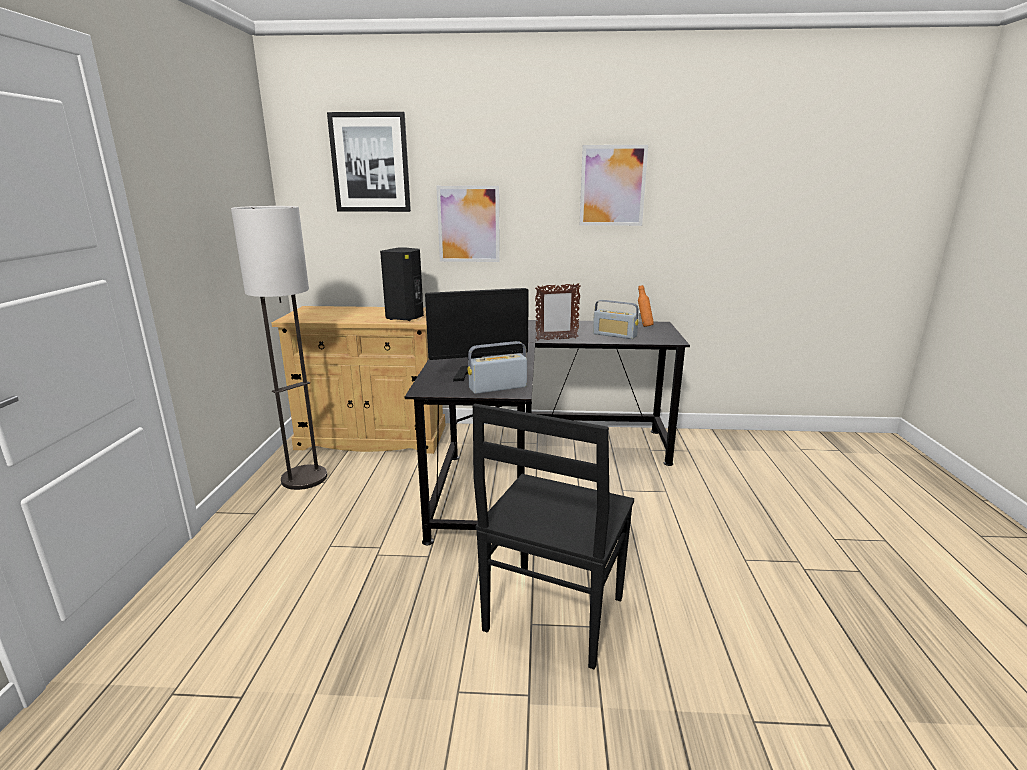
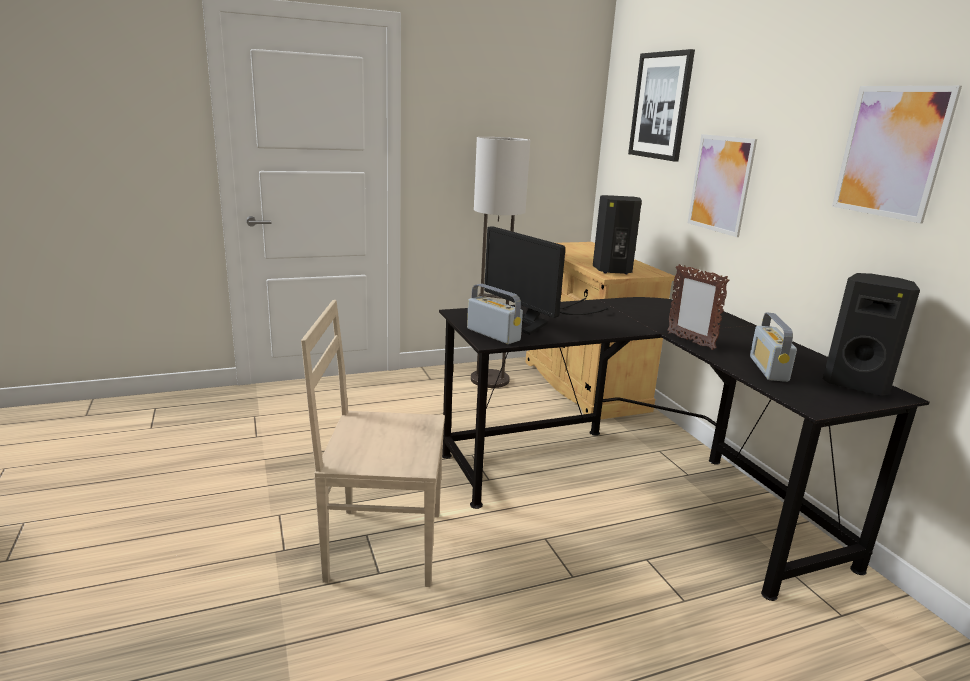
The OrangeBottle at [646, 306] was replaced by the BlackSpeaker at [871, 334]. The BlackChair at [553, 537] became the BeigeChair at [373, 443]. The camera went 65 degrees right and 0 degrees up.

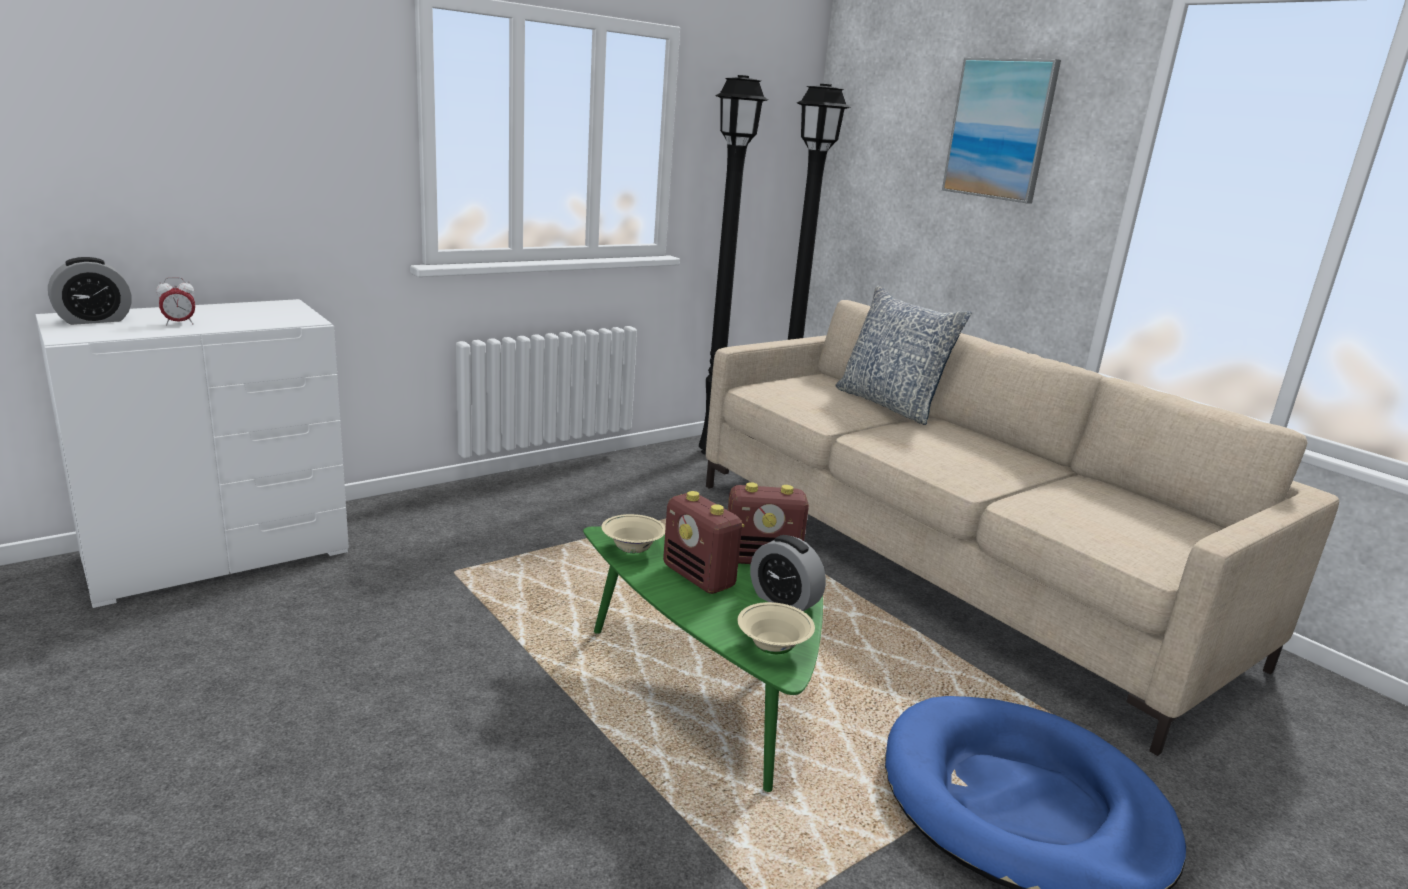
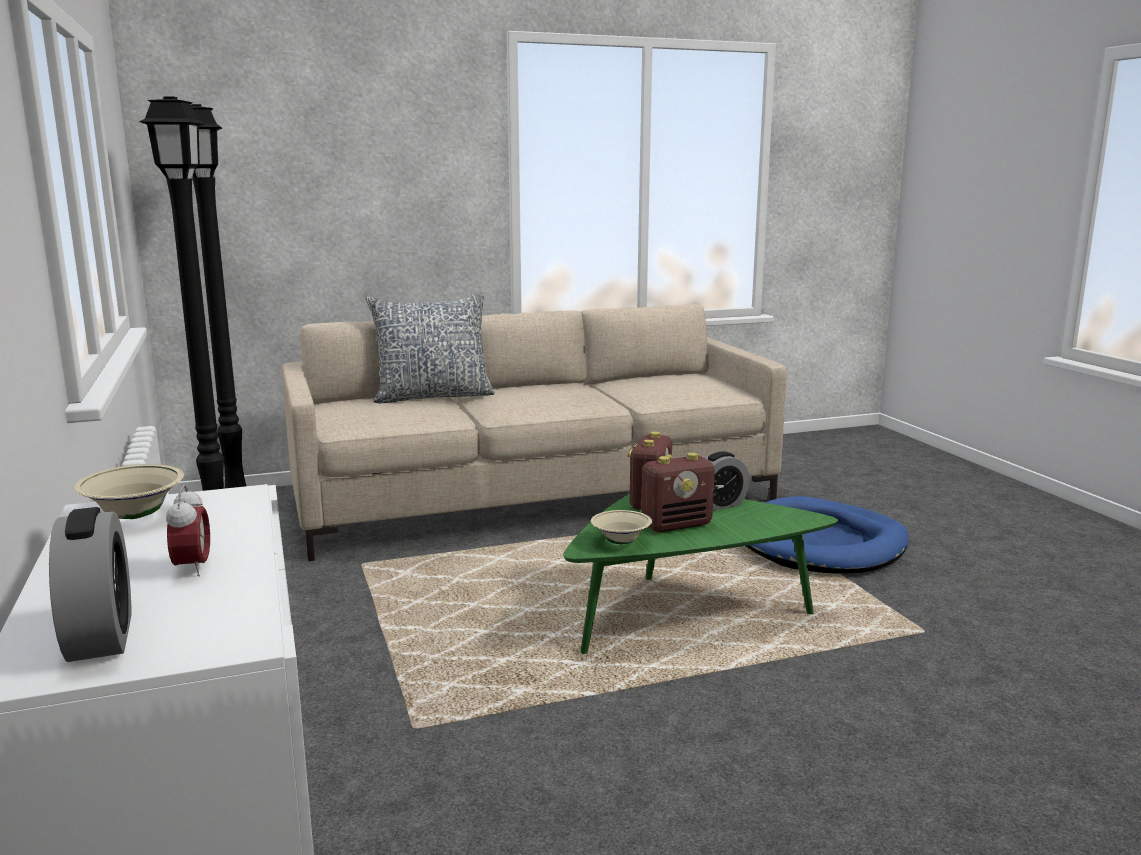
The Picture at [1001, 130] disappeared. The BeigeBowl moved from [776, 628] to [129, 491]. The camera went 70 degrees left and 5 degrees down.

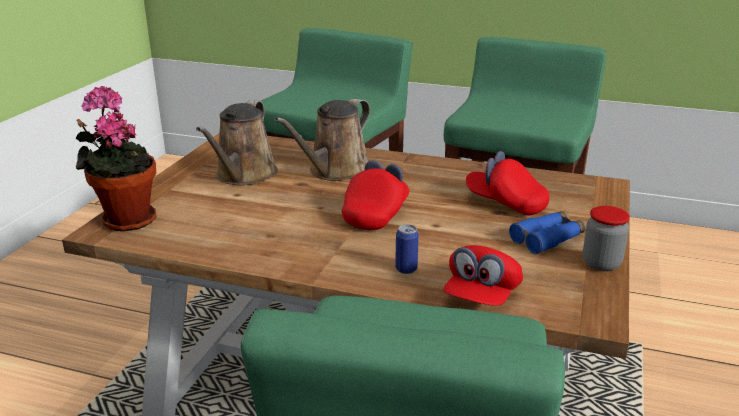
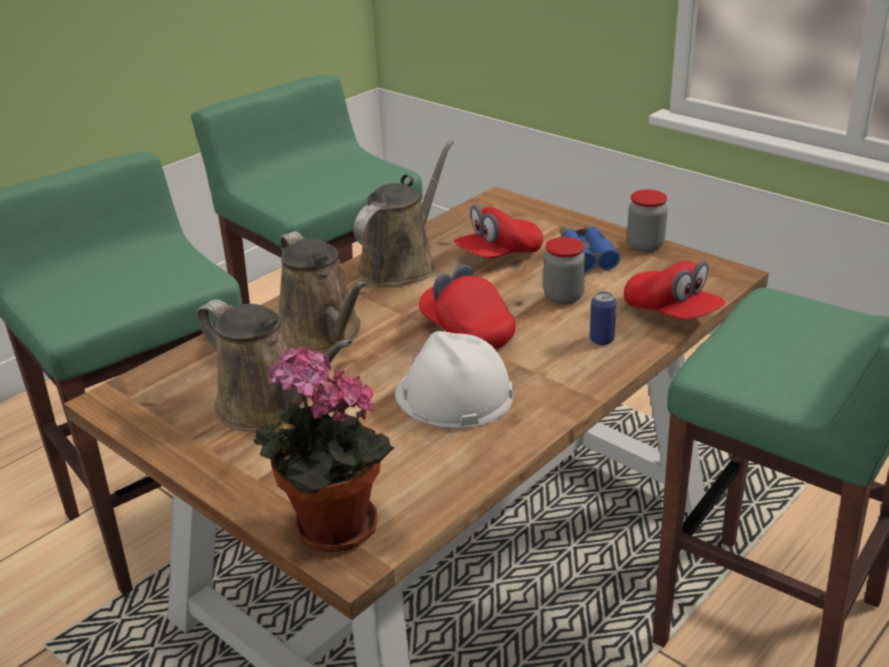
The BrownWateringCan at [404, 213] appeared. The WhiteHardHat at [454, 379] appeared. The Jar at [564, 271] appeared. The camera went 65 degrees left and 5 degrees up.

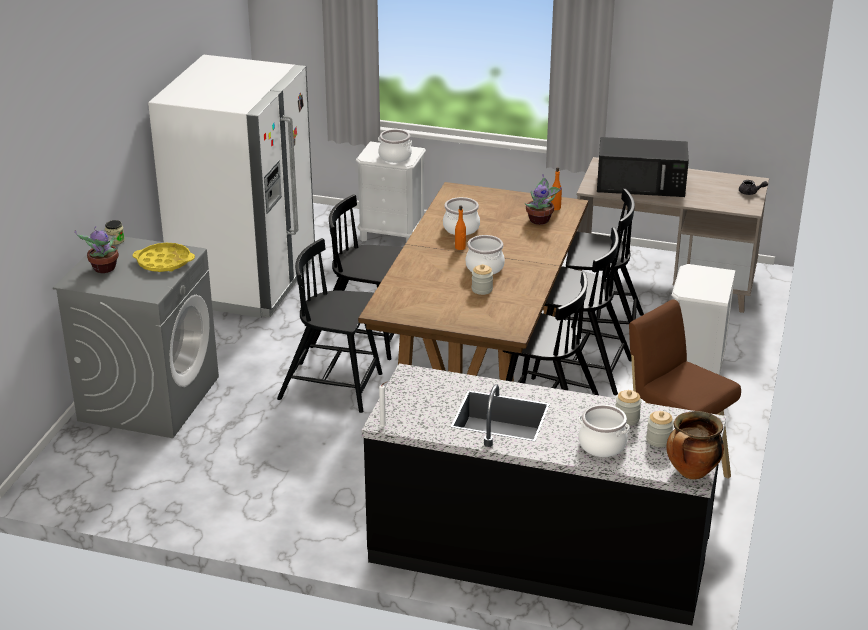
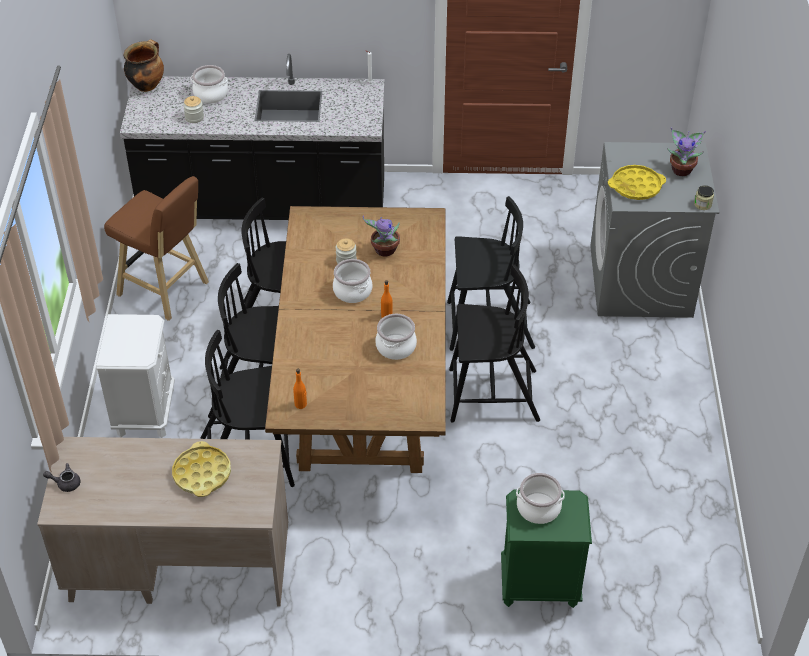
The WhiteFridge at [231, 186] disappeared. The Jar at [660, 429] disappeared. The PottedPlant moved from [543, 199] to [381, 235]. The BlackMicrowave at [643, 167] was replaced by the YellowTray at [201, 469]. The WhiteNightstand at [391, 191] became the GreenNightstand at [546, 549]. The camera went 165 degrees right and 15 degrees up.

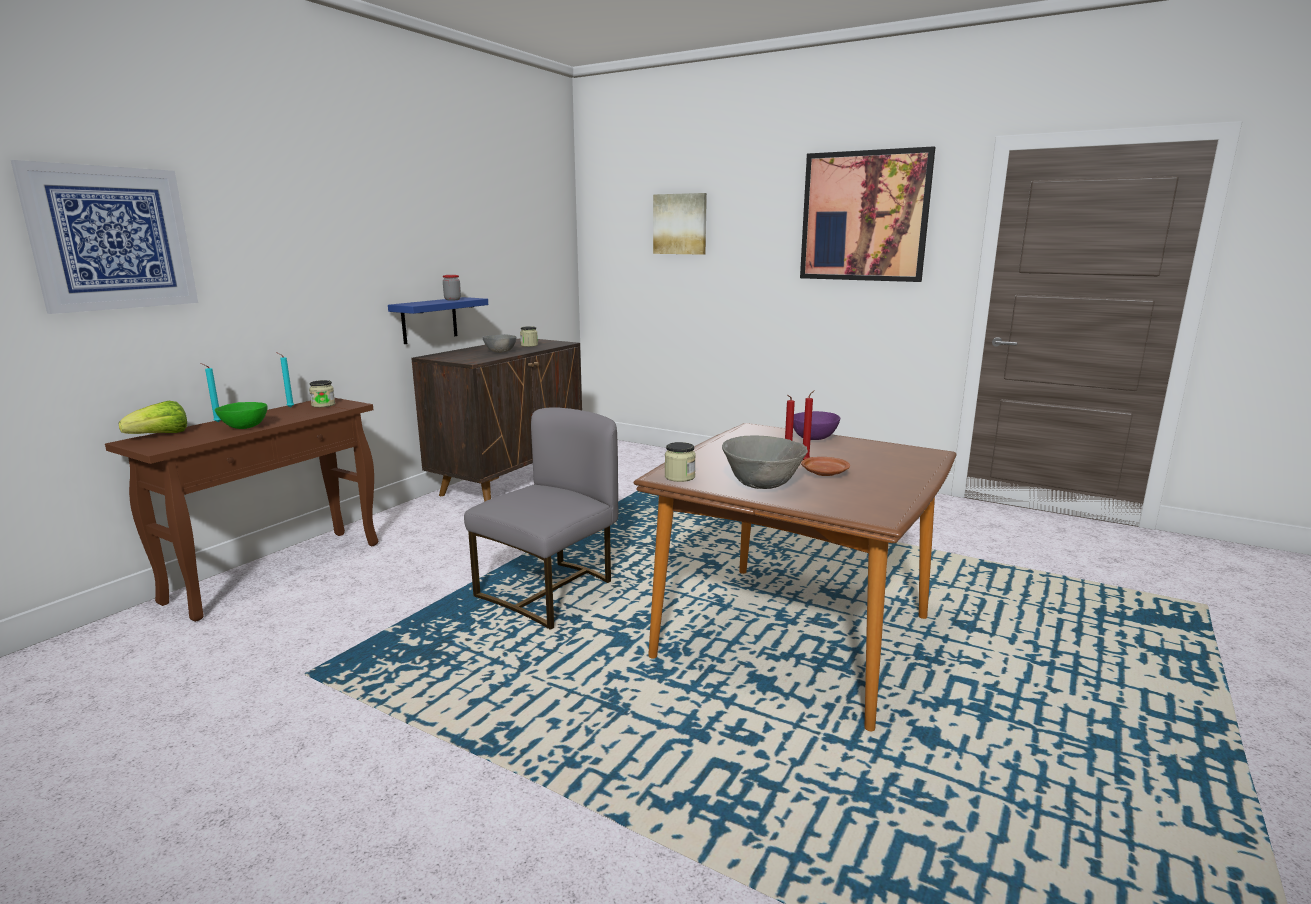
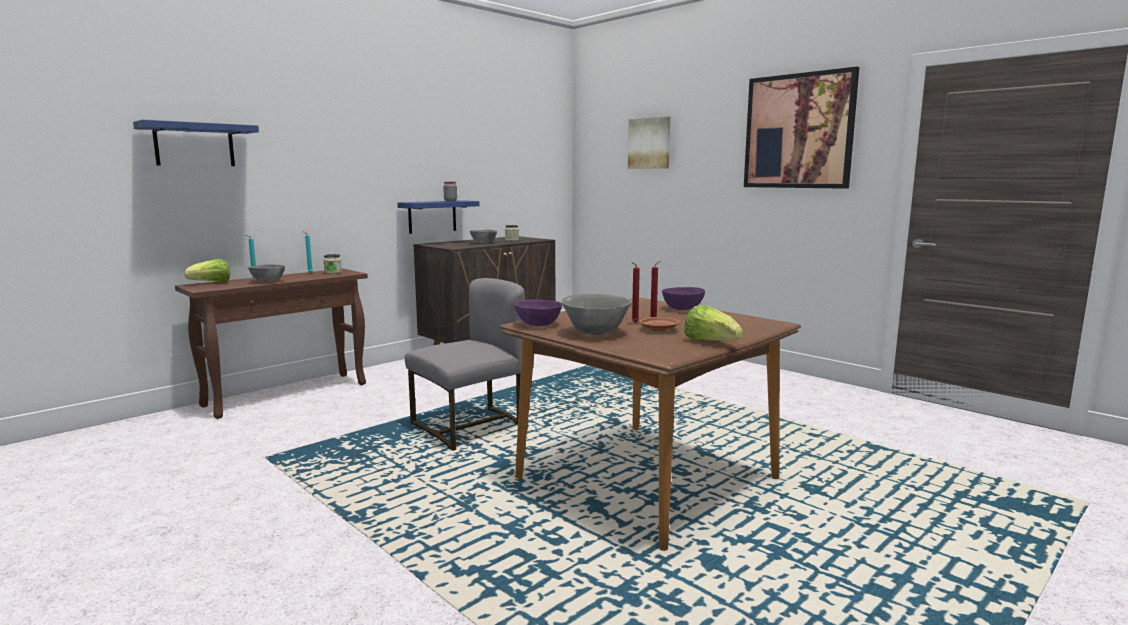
The Lettuce at [713, 323] appeared. The Picture at [104, 237] was replaced by the BlueShelf at [196, 143]. The Jar at [680, 462] was replaced by the PurpleBowl at [538, 313]. The GreenBowl at [241, 415] became the GreyBowl at [266, 273]. The camera went 15 degrees right and 5 degrees down.

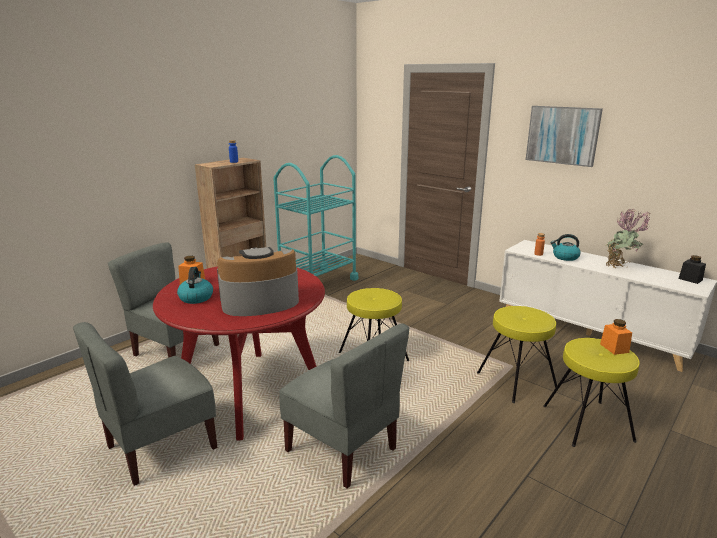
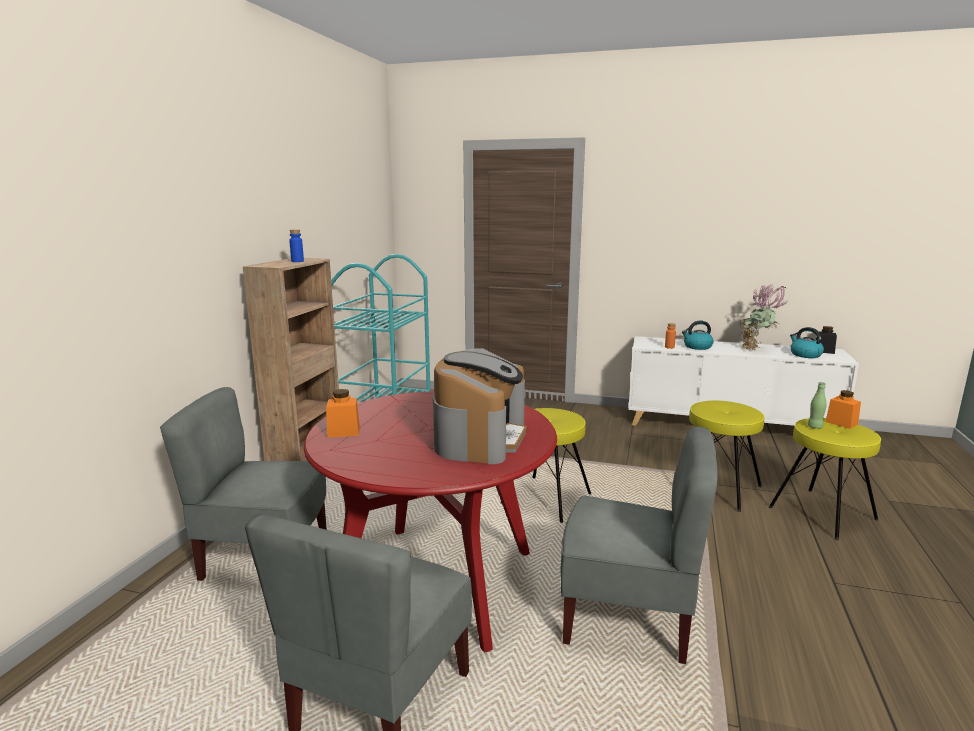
The Picture at [564, 136] disappeared. The GreenBottle at [817, 405] appeared. The Kettle moved from [195, 285] to [807, 342]. The CoffeeMachine at [258, 281] turned 150 degrees clockwise. The camera went 25 degrees left and 5 degrees down.

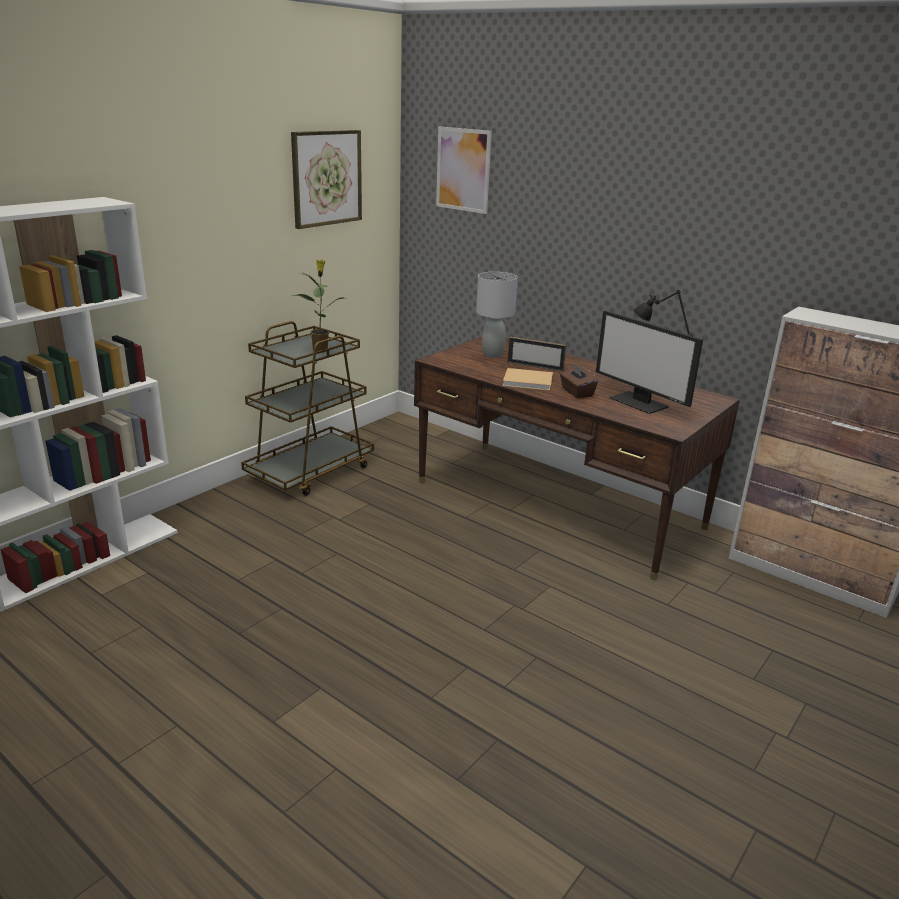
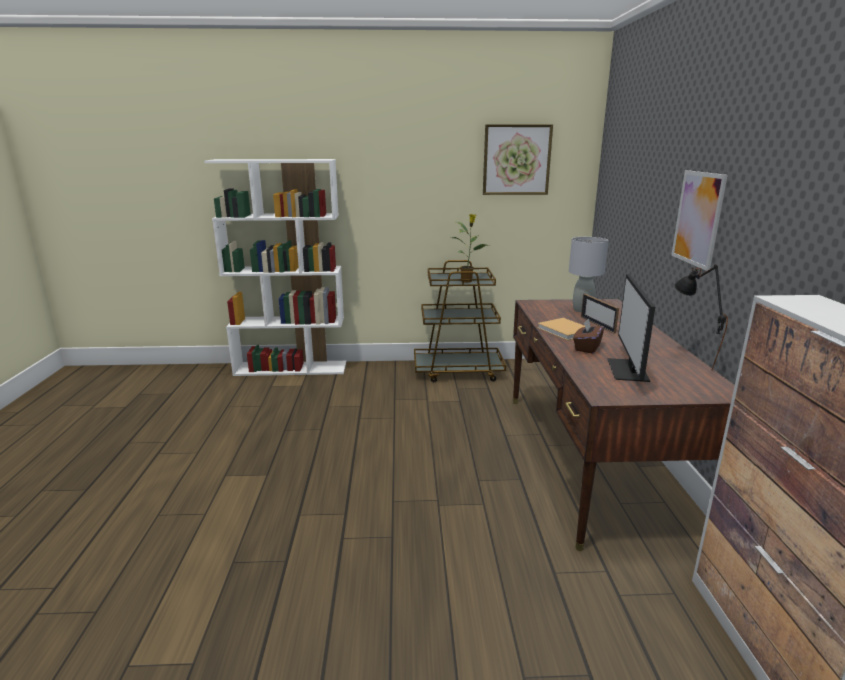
The Picture moved from [464, 170] to [699, 220]. The camera went 50 degrees right and 5 degrees down.

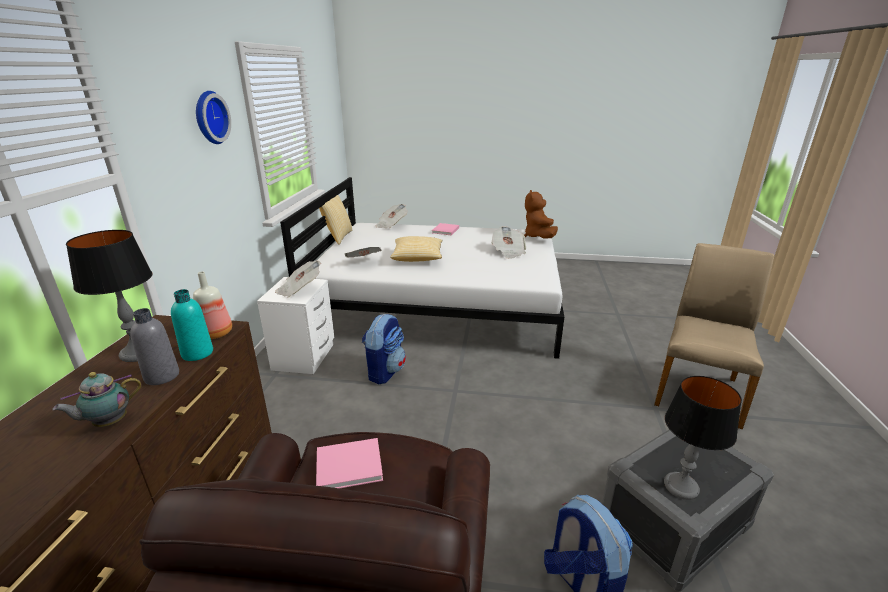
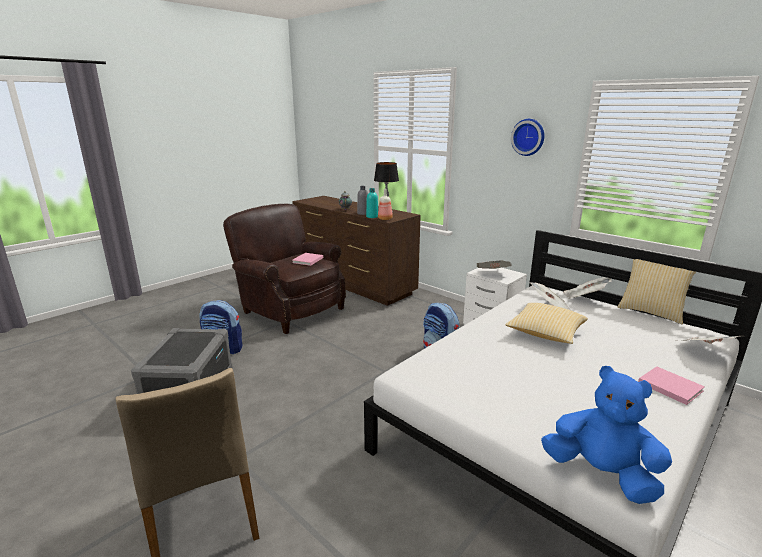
The TableLamp at [703, 438] disappeared. The Newspaper moved from [508, 242] to [587, 288]. The BrownPlushToy at [541, 214] became the BluePlushToy at [606, 435]. The camera went 125 degrees right and 5 degrees down.

